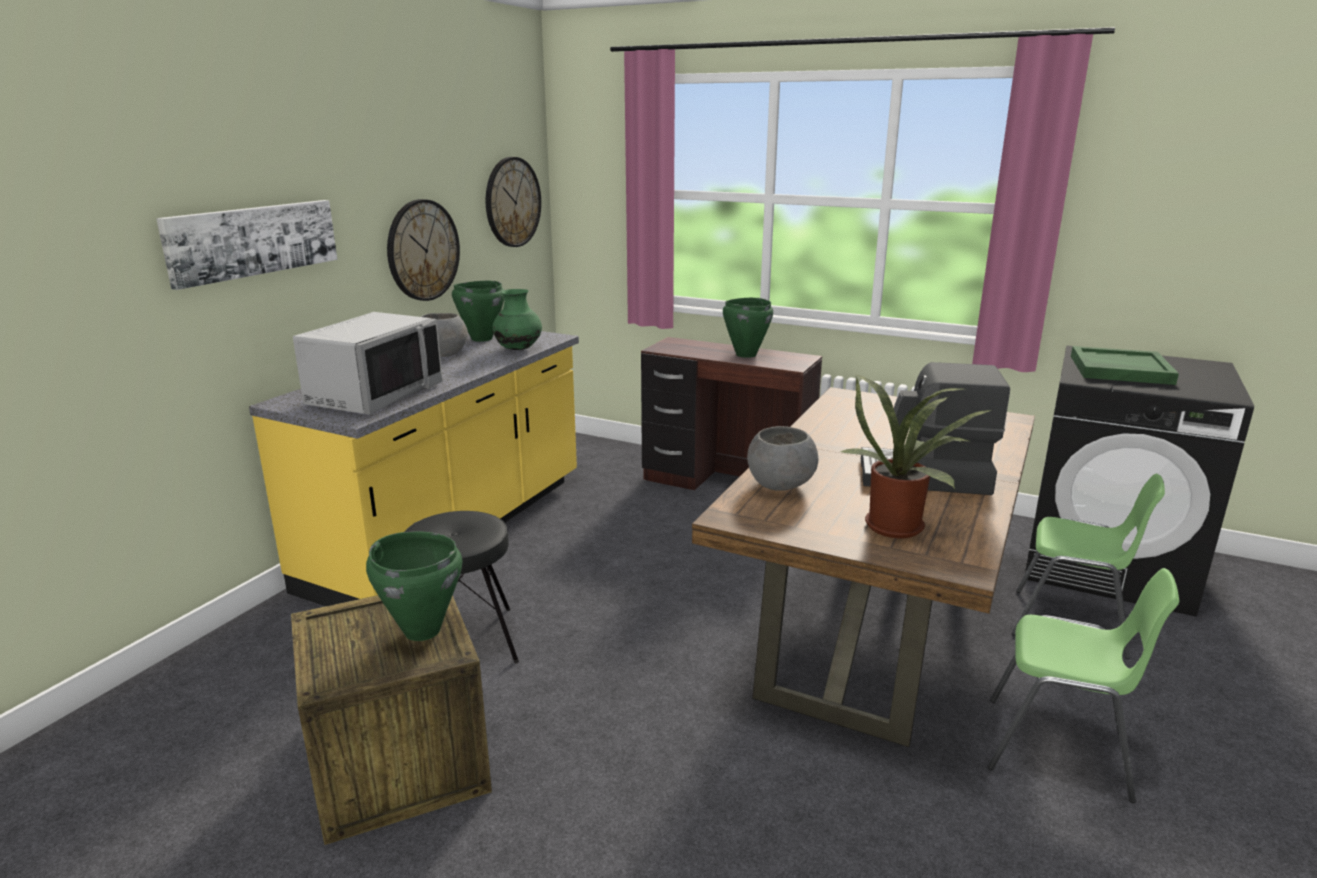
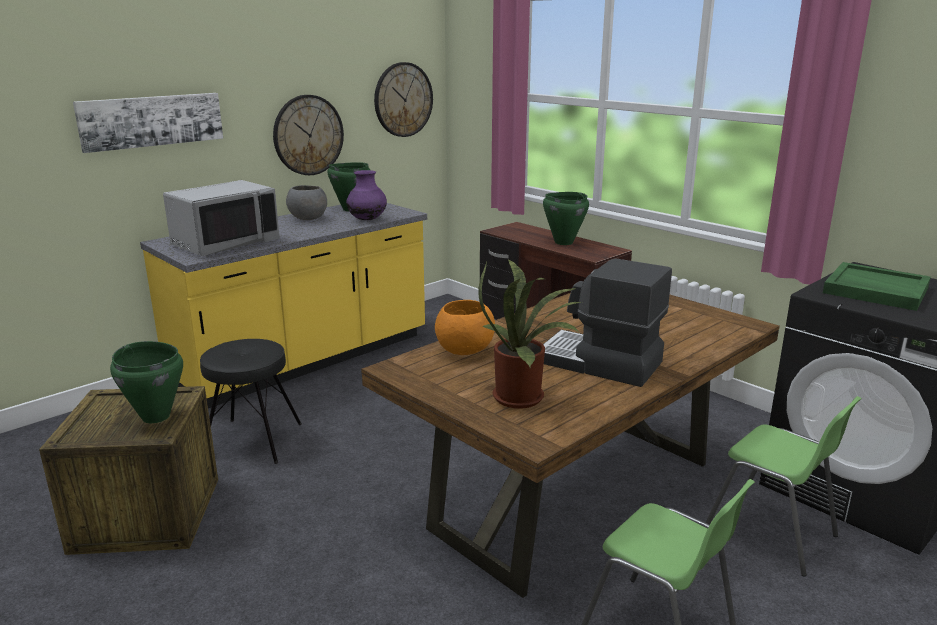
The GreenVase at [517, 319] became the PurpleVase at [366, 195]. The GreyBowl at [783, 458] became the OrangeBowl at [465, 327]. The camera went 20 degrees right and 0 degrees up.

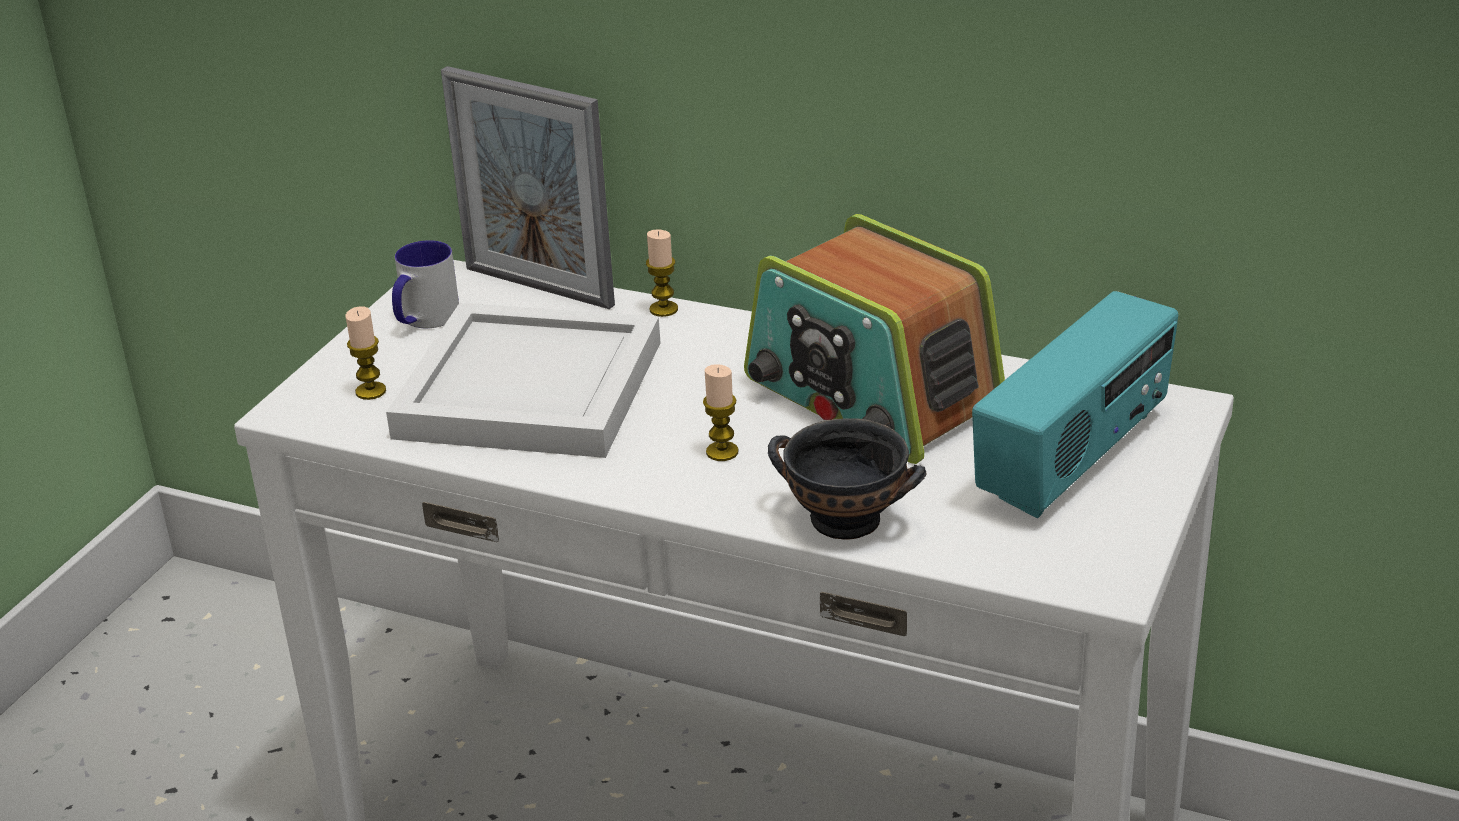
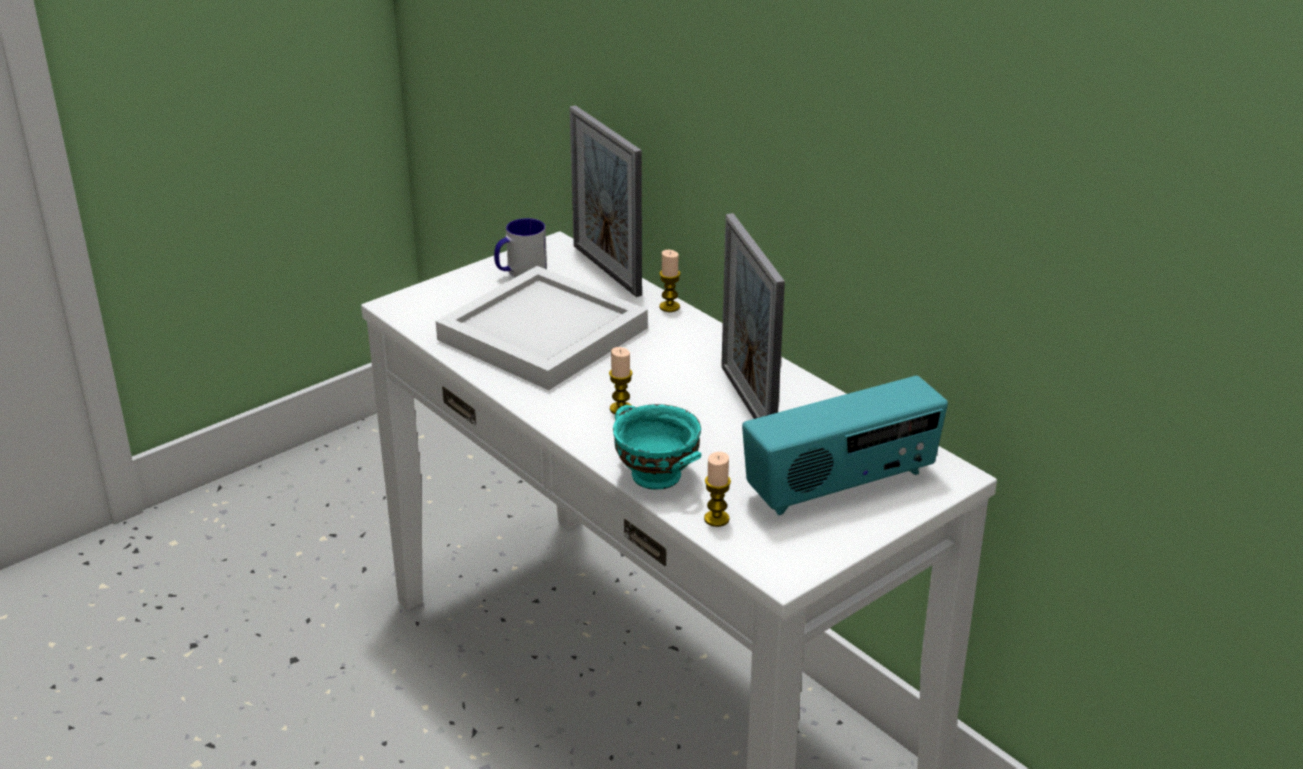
The Candle moved from [365, 353] to [717, 489]. The Radio at [874, 339] was replaced by the PictureFrame at [753, 316]. The BlackBowl at [847, 479] became the TurquoiseBowl at [657, 446]. The camera went 25 degrees right and 0 degrees up.

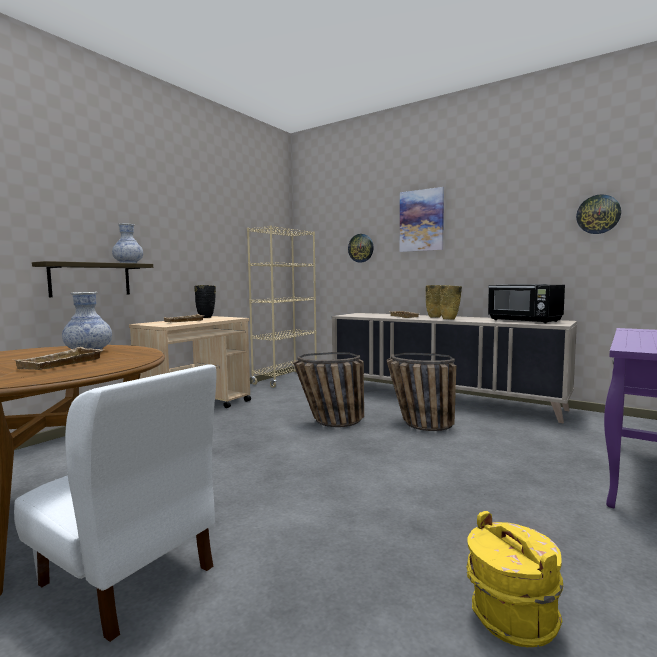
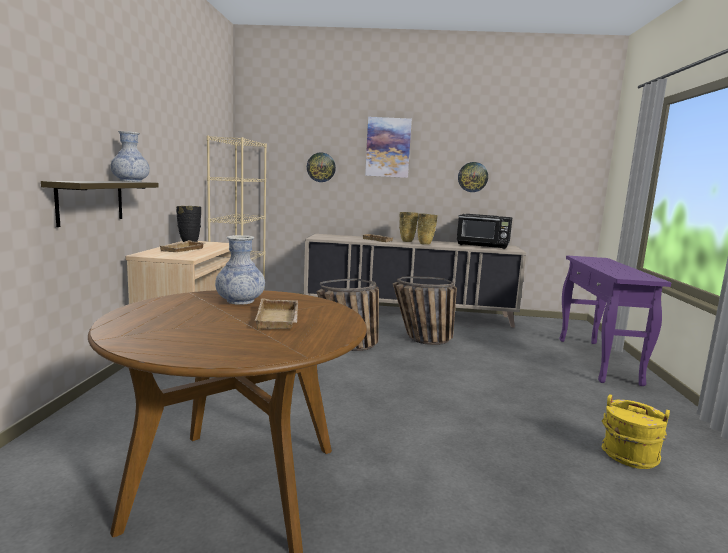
The WhiteChair at [115, 503] disappeared. The WallClock moved from [598, 214] to [473, 177]. The camera went 30 degrees left and 5 degrees up.

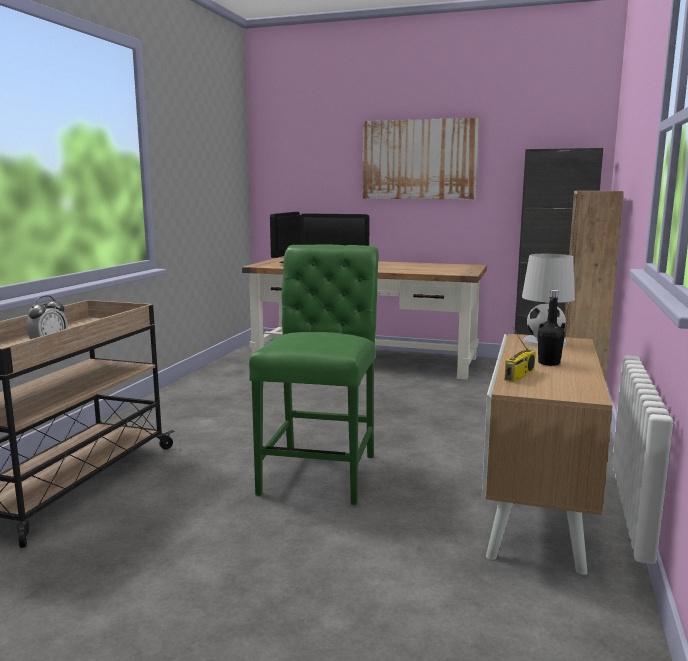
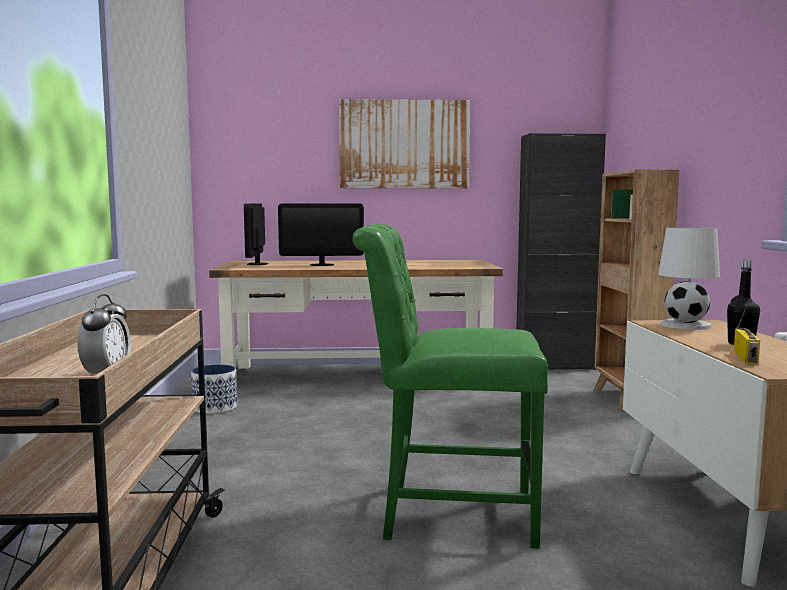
The Planter at [214, 389] appeared. The GreenChair at [314, 374] turned 75 degrees counterclockwise. The camera went 20 degrees left and 5 degrees down.

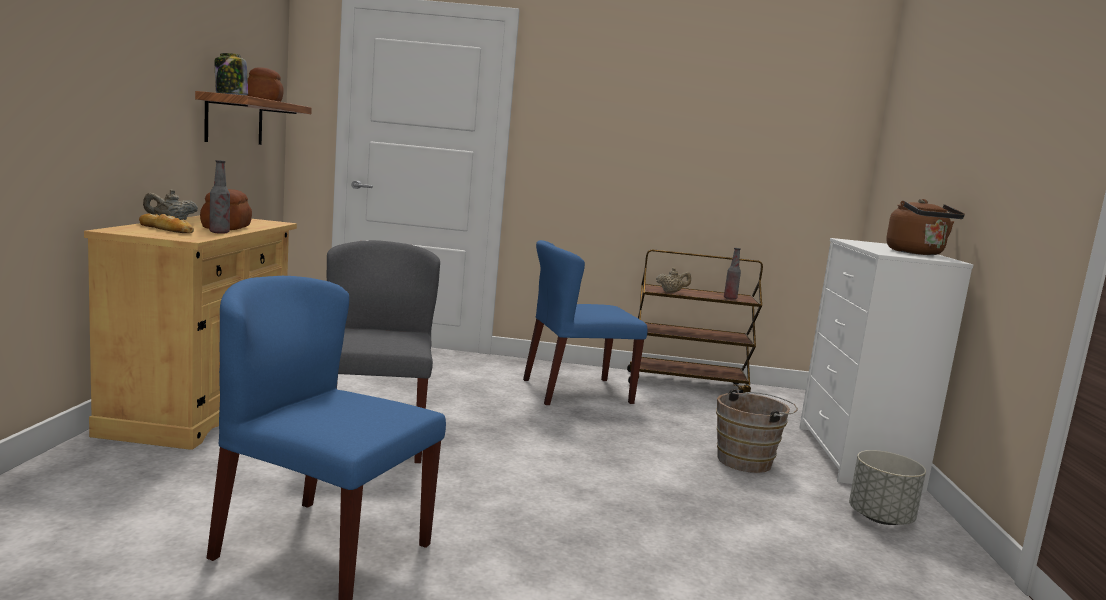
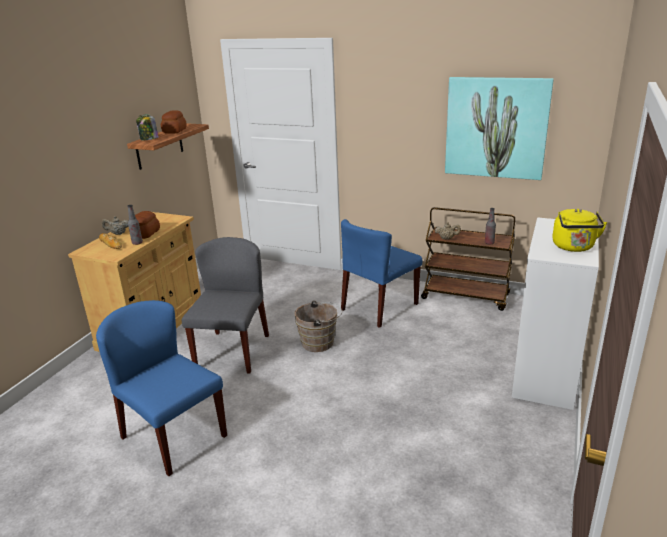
The GreyPlanter at [887, 487] disappeared. The Picture at [499, 128] appeared. The BrownBucket moved from [757, 431] to [318, 326]. The BrownKettle at [925, 227] became the YellowKettle at [579, 230]. The BlueChair at [585, 322] turned 45 degrees counterclockwise. The camera went 20 degrees right and 15 degrees up.

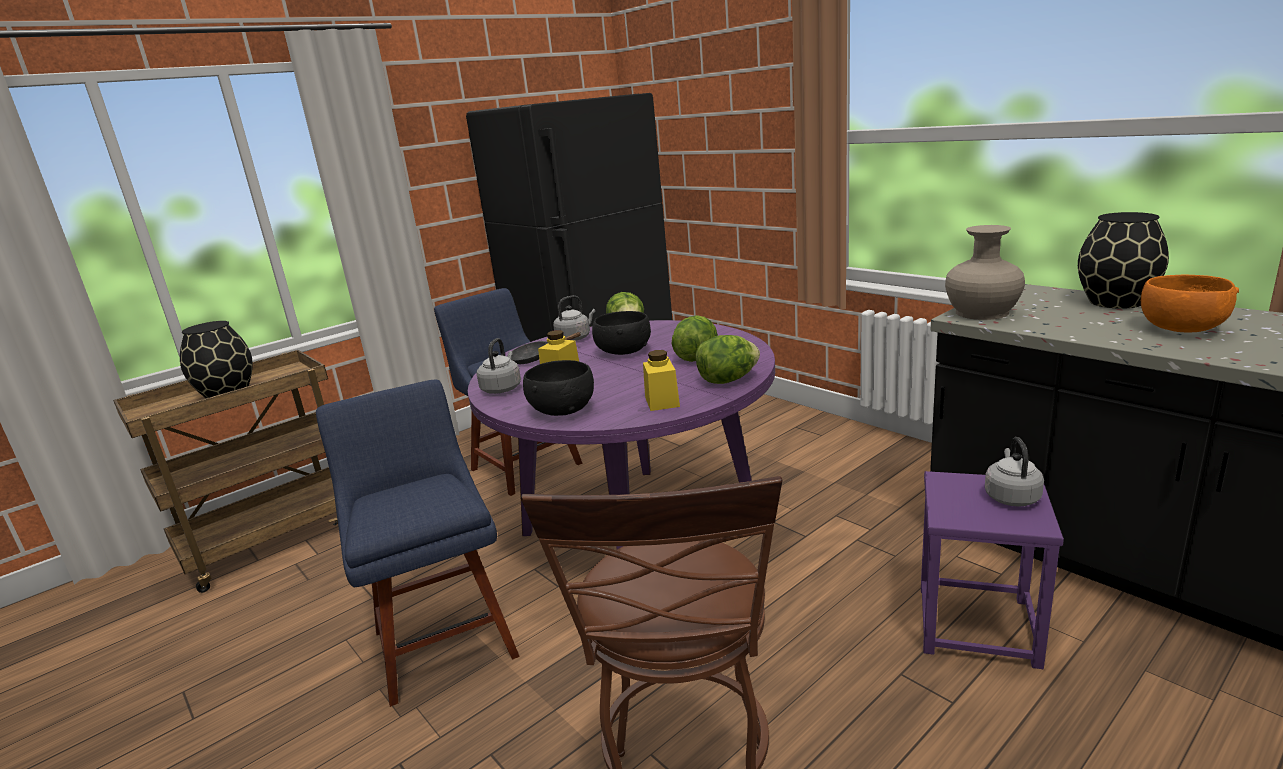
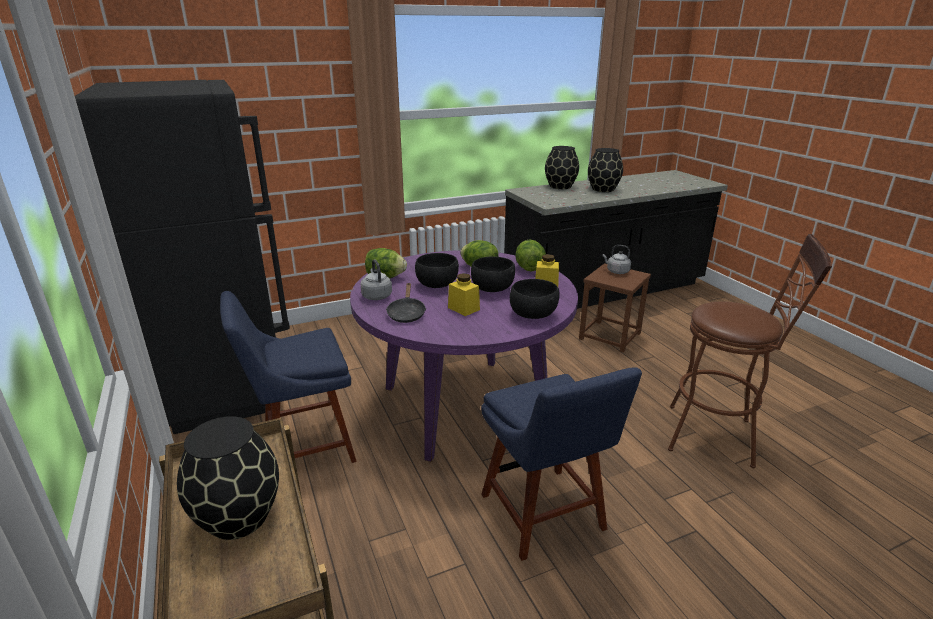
The GreyKettle at [499, 366] disappeared. The BeigeVase at [985, 272] disappeared. The BlackBowl at [493, 274] appeared. The OrangeBowl at [1190, 303] was replaced by the BlackVase at [605, 170]. The PurpleStool at [992, 570] became the BrownStool at [615, 308]. The BlueChair at [418, 543] turned 105 degrees counterclockwise. The camera went 75 degrees left and 5 degrees up.

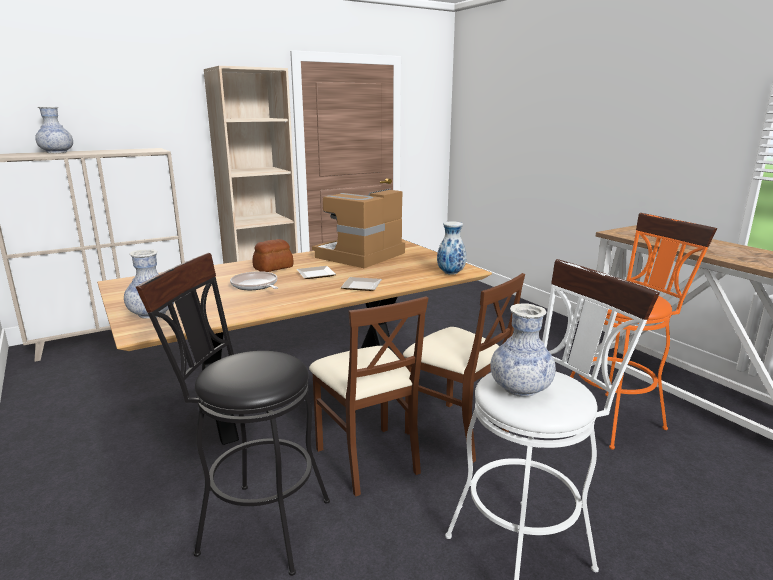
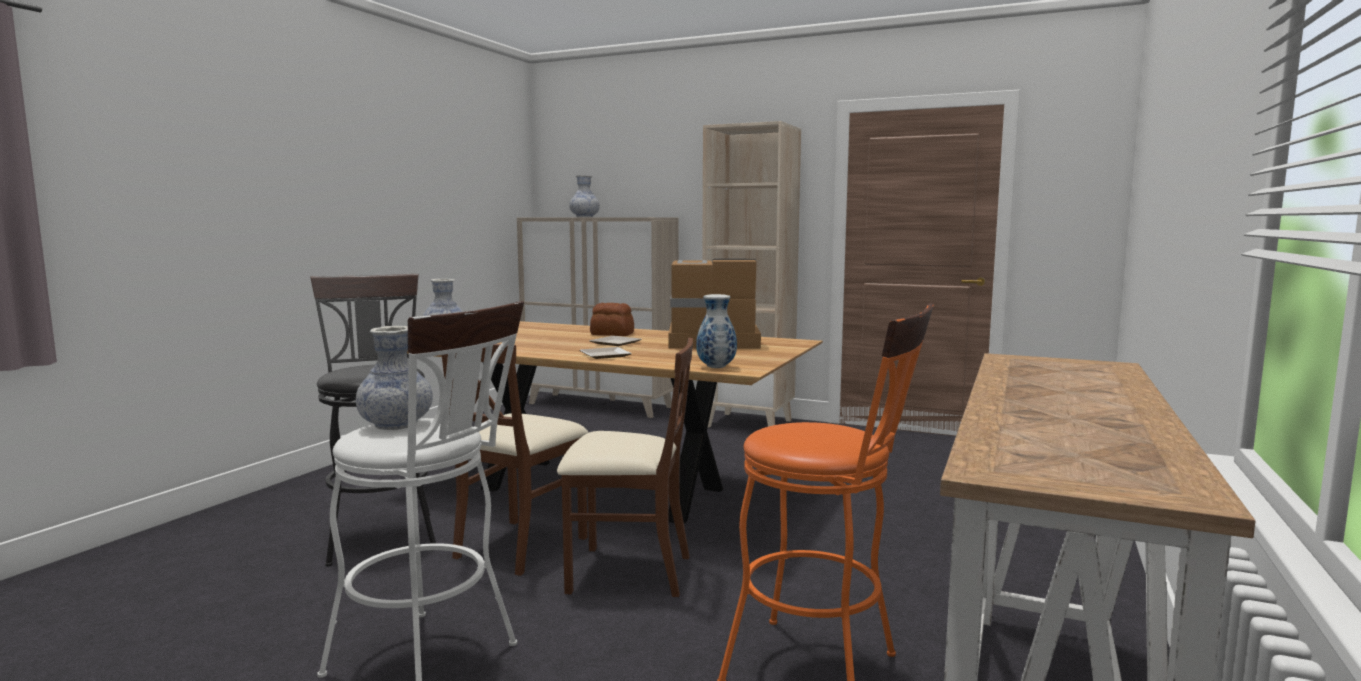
The FryingPan at [254, 280] disappeared. The BrownChair at [464, 368] turned 90 degrees counterclockwise. The camera went 55 degrees right and 10 degrees down.

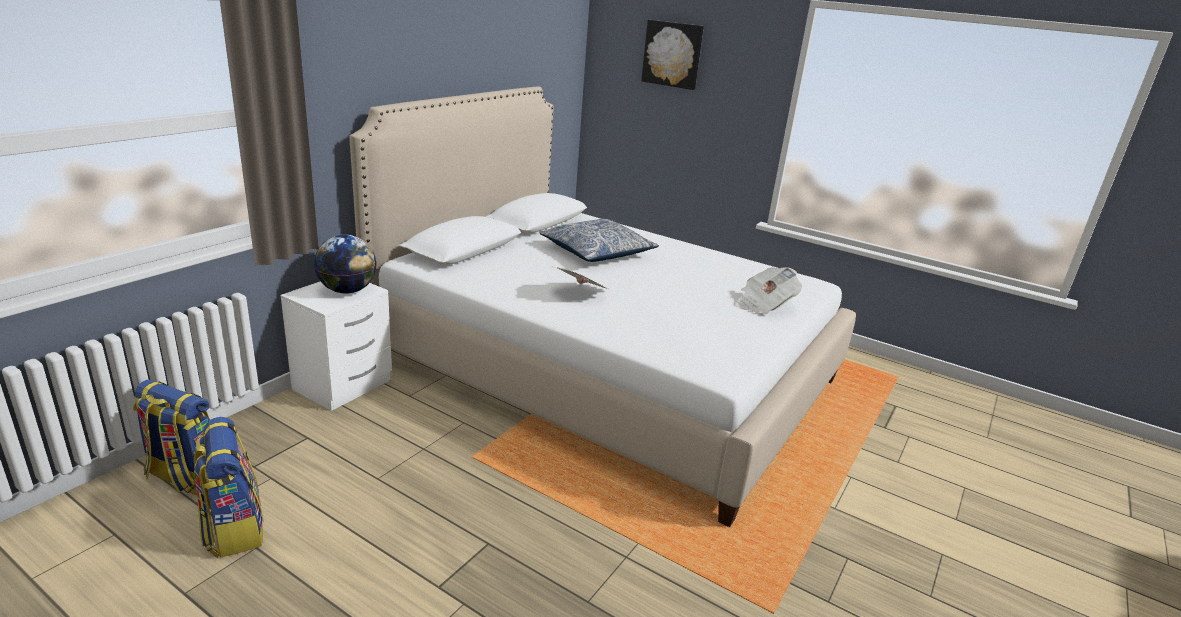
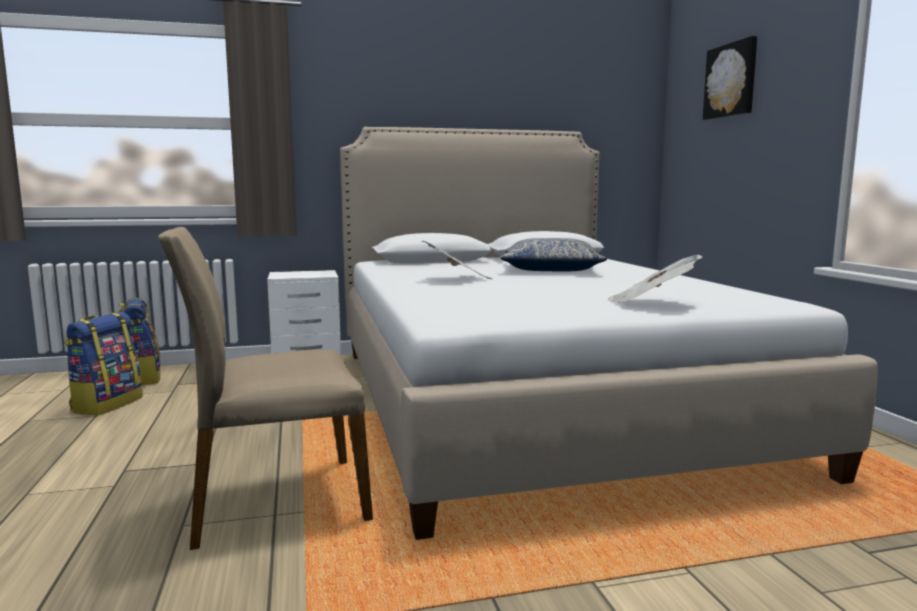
The Globe at [345, 264] disappeared. The BeigeChair at [265, 388] appeared. The camera went 45 degrees right and 15 degrees down.

